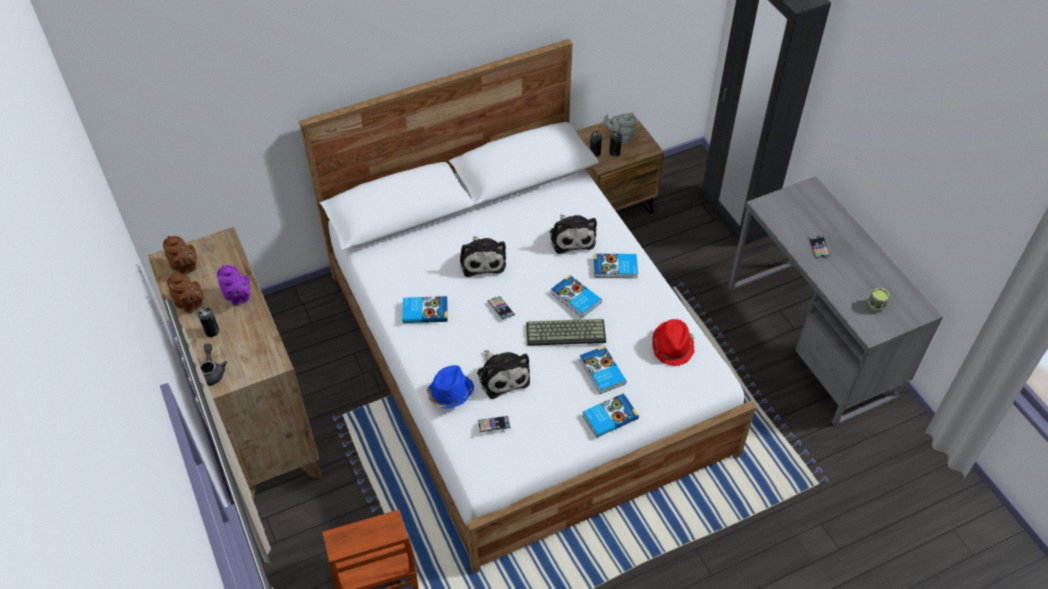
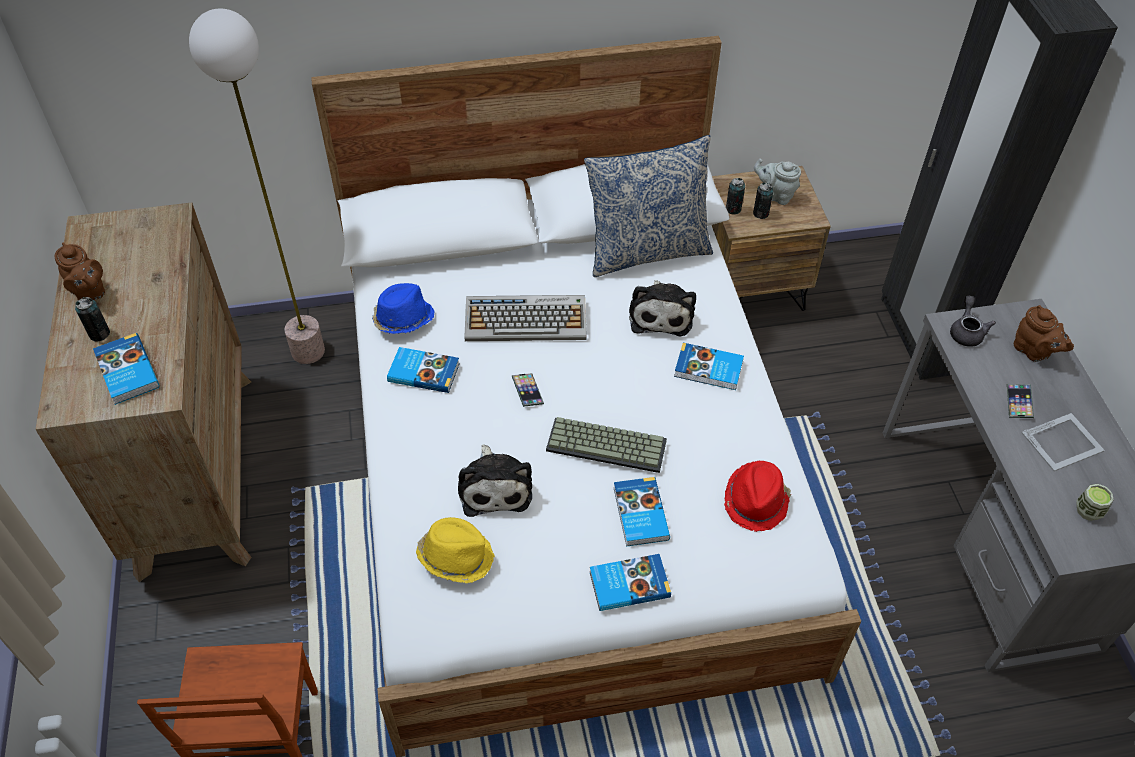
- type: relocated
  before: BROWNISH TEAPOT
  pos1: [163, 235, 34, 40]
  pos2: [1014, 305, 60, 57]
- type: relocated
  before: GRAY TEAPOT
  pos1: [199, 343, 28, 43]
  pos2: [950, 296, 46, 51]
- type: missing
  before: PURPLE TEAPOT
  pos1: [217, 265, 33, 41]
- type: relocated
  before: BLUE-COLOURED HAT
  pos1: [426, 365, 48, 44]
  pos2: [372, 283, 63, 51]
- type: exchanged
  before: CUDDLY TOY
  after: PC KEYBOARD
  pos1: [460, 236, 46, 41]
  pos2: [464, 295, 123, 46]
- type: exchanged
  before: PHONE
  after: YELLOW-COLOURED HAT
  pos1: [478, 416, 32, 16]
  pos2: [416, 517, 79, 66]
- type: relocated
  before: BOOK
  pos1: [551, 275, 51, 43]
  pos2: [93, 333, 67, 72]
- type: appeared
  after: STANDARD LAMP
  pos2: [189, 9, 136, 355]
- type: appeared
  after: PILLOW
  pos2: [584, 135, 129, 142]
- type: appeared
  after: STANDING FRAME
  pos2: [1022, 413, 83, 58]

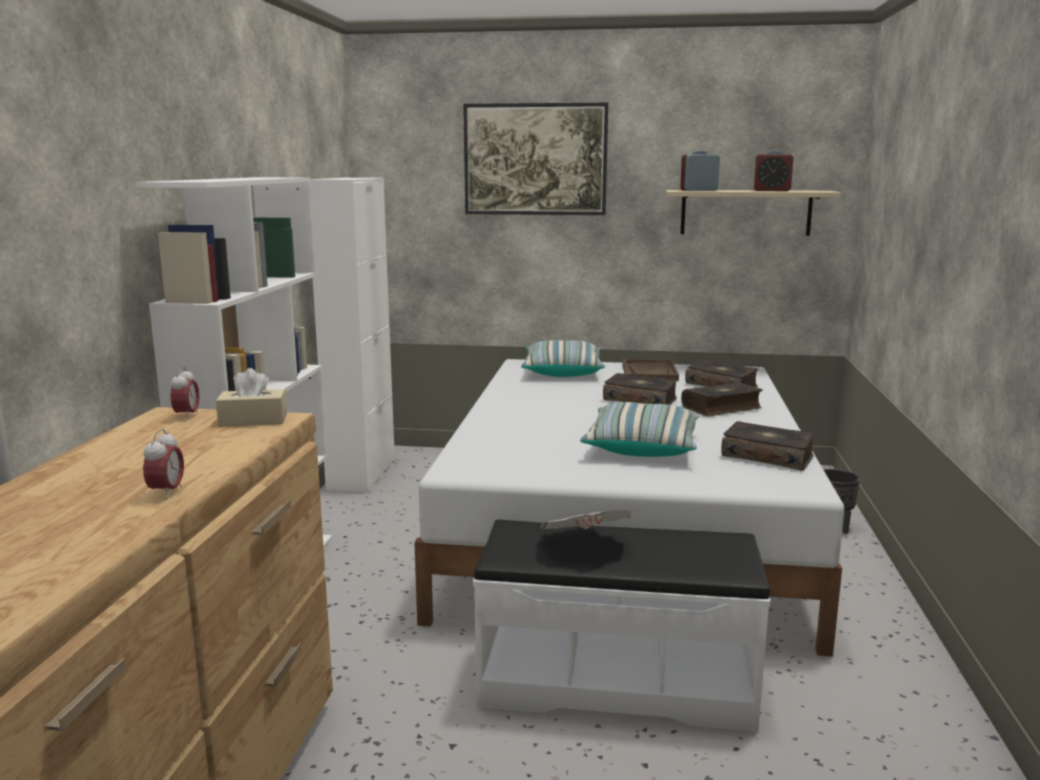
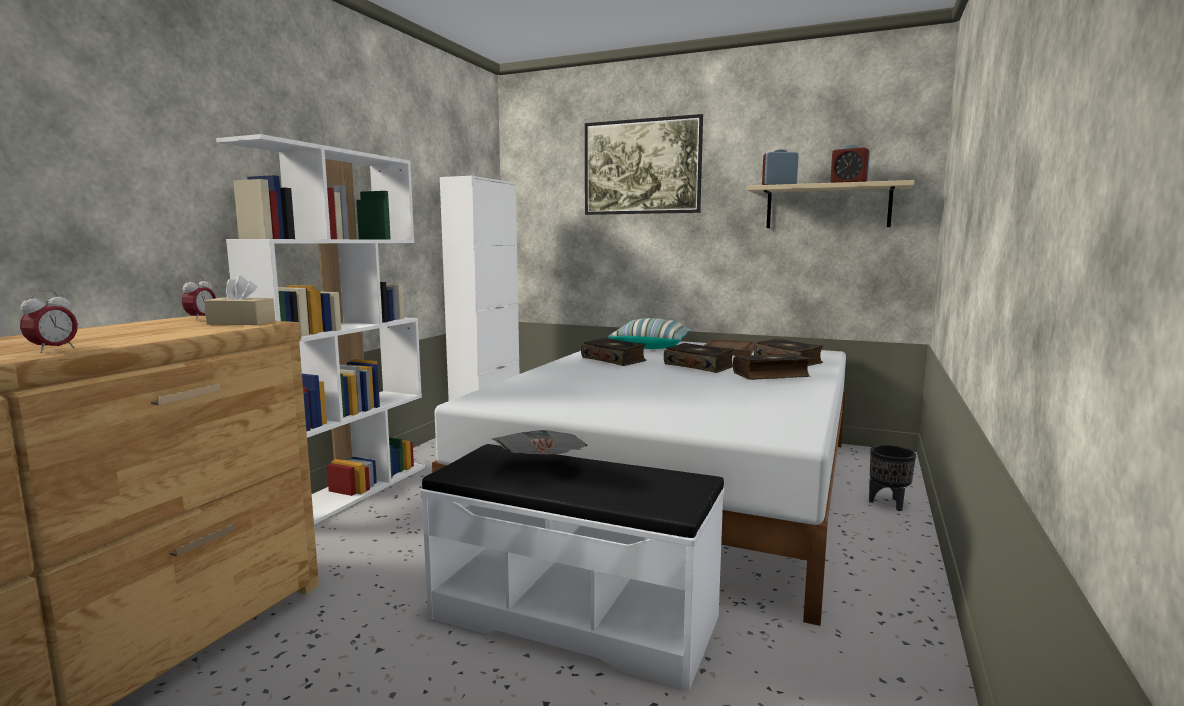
- type: missing
  before: PILLOW
  pos1: [580, 402, 119, 55]
- type: relocated
  before: BOOK
  pos1: [721, 421, 94, 50]
  pos2: [581, 338, 65, 28]

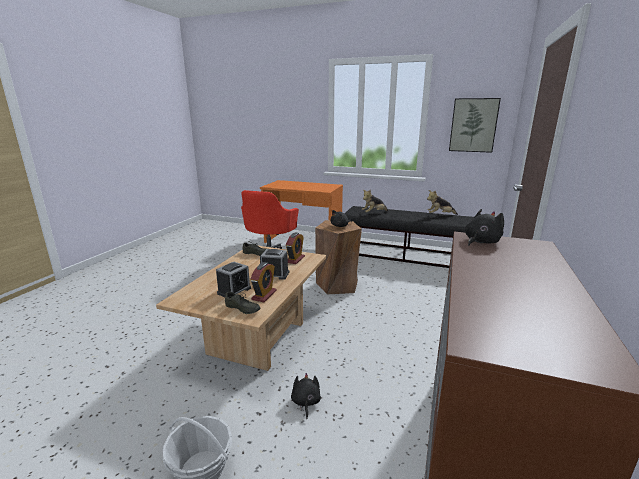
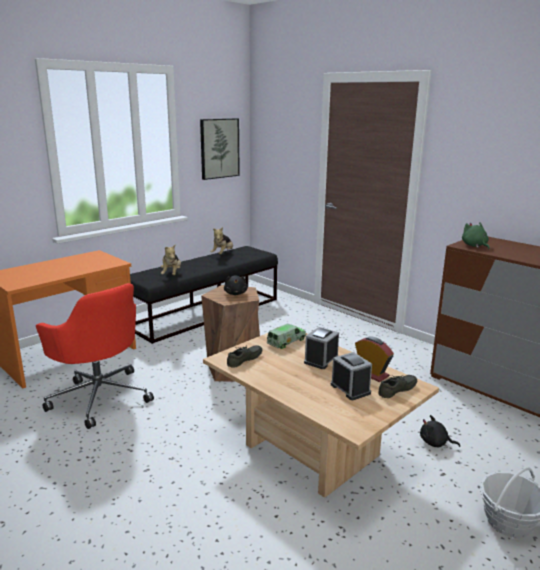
- type: exchanged
  before: TABLE CLOCK
  after: TOY TRUCK
  pos1: [286, 233, 19, 31]
  pos2: [267, 324, 39, 25]
- type: colour
  before: BLACK CUDDLY TOY
  after: GREENISH CUDDLY TOY
  pos1: [465, 209, 39, 37]
  pos2: [462, 222, 27, 27]

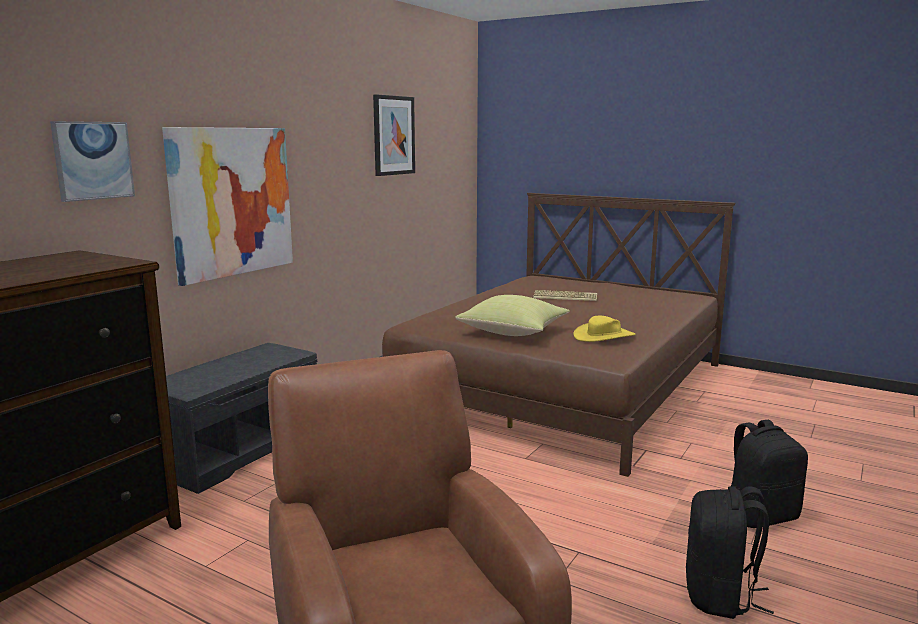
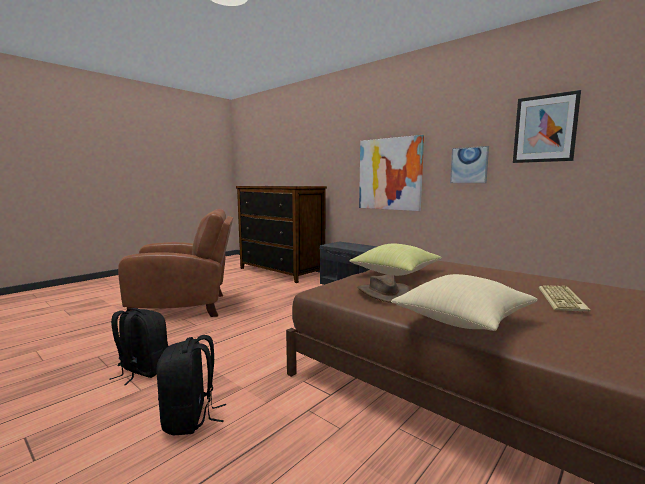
- type: relocated
  before: WALL PICTURE
  pos1: [50, 121, 85, 81]
  pos2: [450, 146, 39, 37]
- type: colour
  before: YELLOW-COLOURED HAT
  after: BROWNISH HAT
  pos1: [573, 316, 63, 26]
  pos2: [357, 274, 54, 29]
- type: appeared
  after: BEIGE PILLOW
  pos2: [391, 274, 147, 57]

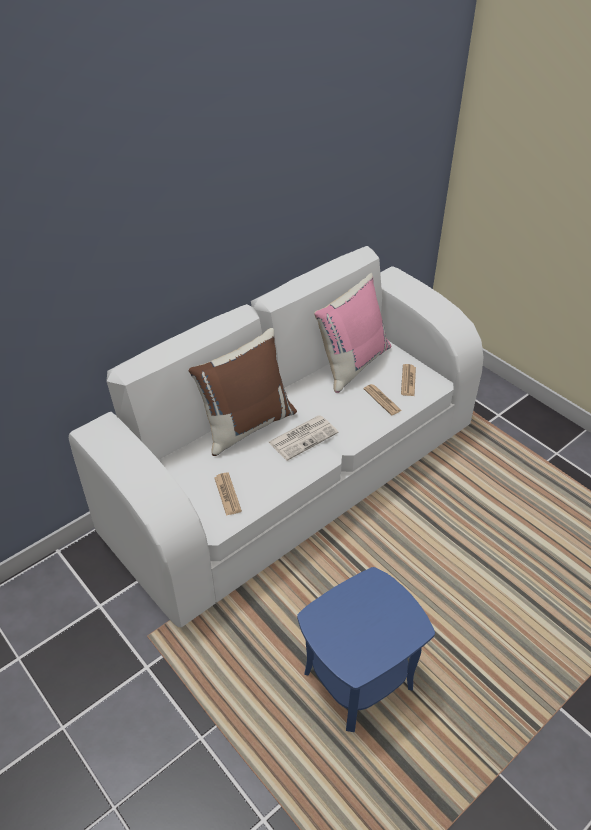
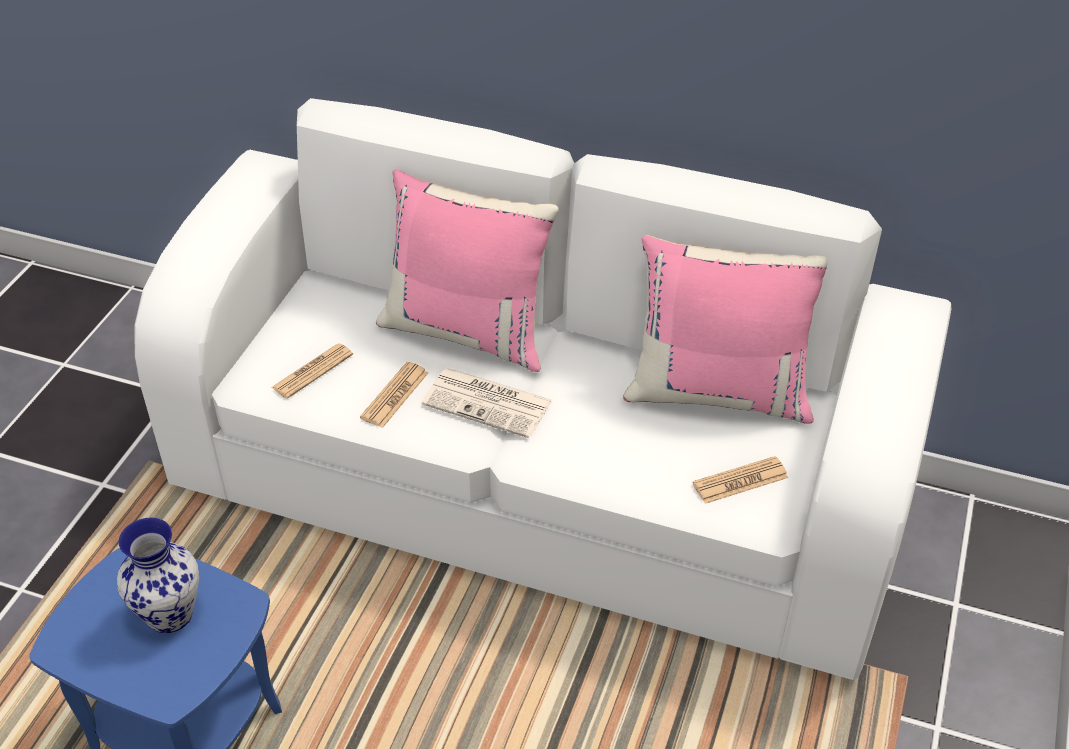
- type: colour
  before: BROWNISH PILLOW
  after: PINKISH PILLOW
  pos1: [189, 328, 108, 128]
  pos2: [376, 169, 183, 203]
- type: relocated
  before: DAILY PAPER
  pos1: [363, 384, 39, 31]
  pos2: [360, 362, 68, 66]
- type: appeared
  after: DECORATIVE VASE
  pos2: [117, 518, 82, 115]

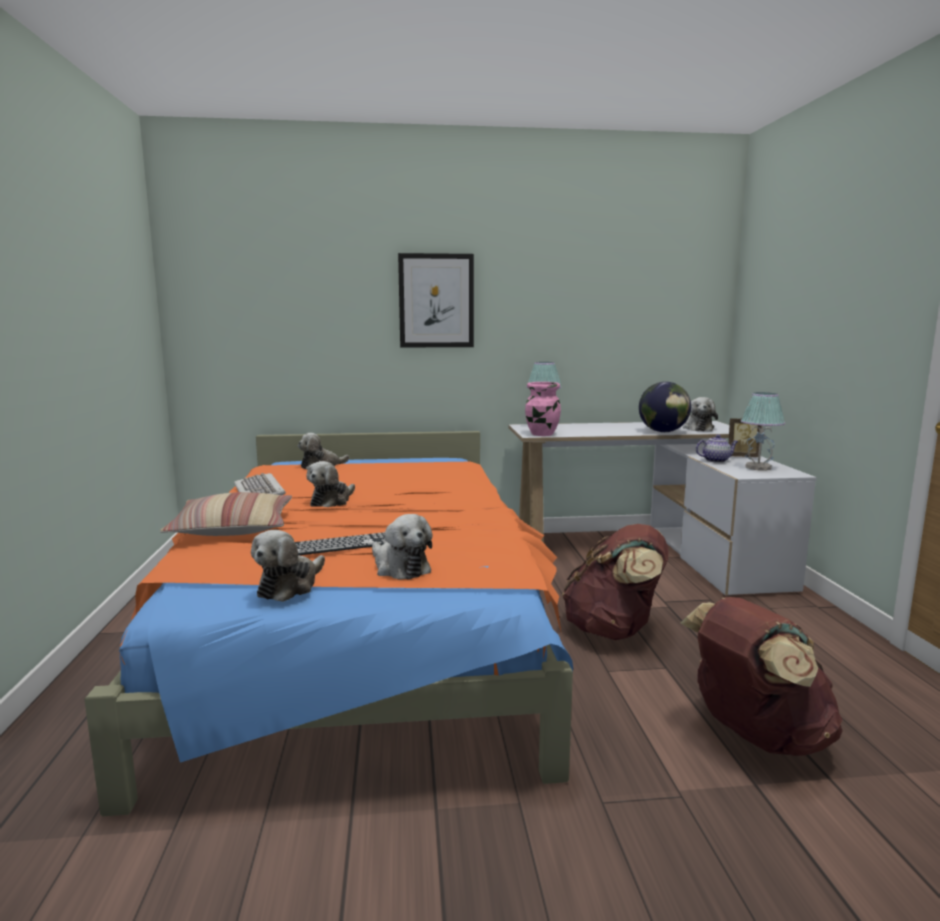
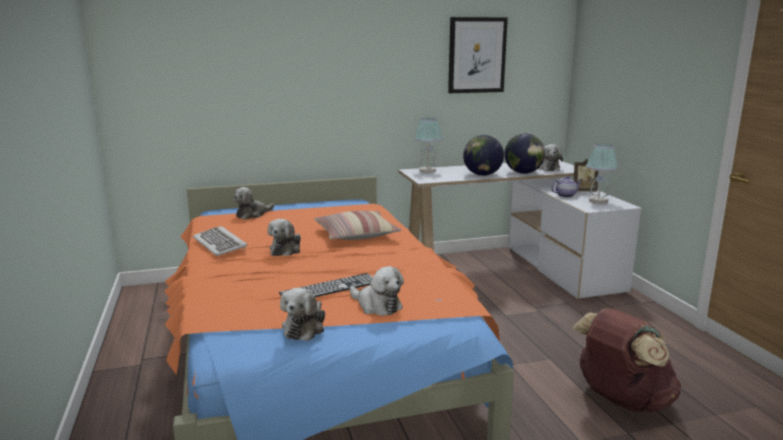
- type: relocated
  before: PILLOW
  pos1: [160, 492, 132, 44]
  pos2: [314, 211, 87, 29]
- type: relocated
  before: WALL PICTURE
  pos1: [398, 253, 76, 94]
  pos2: [448, 17, 60, 76]
- type: missing
  before: PINKISH DECORATIVE VASE
  pos1: [525, 382, 36, 54]
- type: missing
  before: BROWNISH BACKPACK
  pos1: [562, 524, 106, 116]
- type: appeared
  after: GLOBE
  pos2: [463, 135, 41, 41]

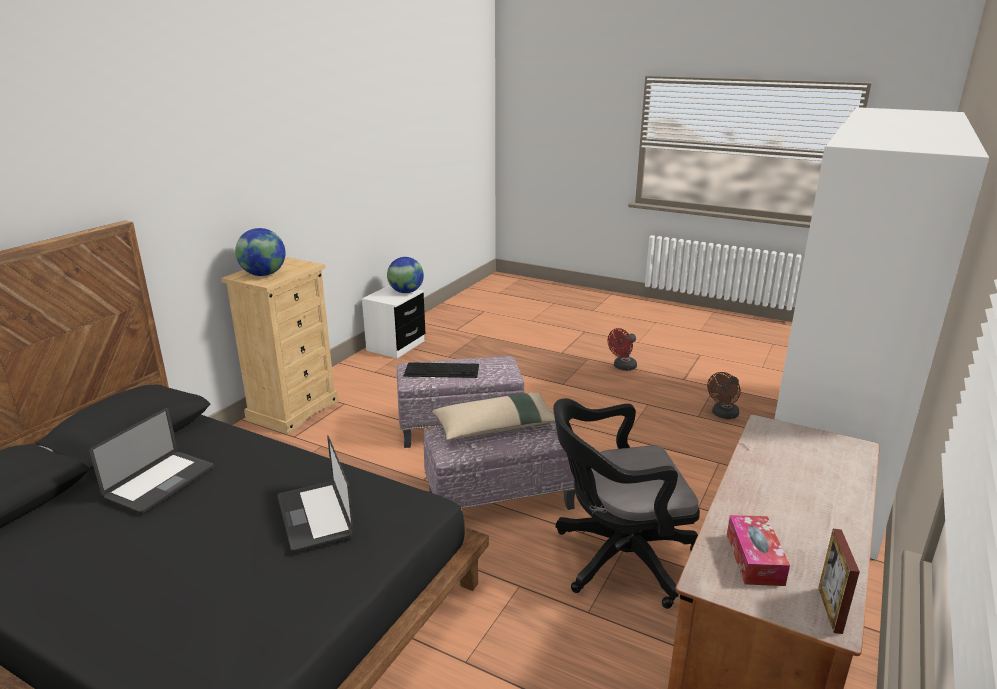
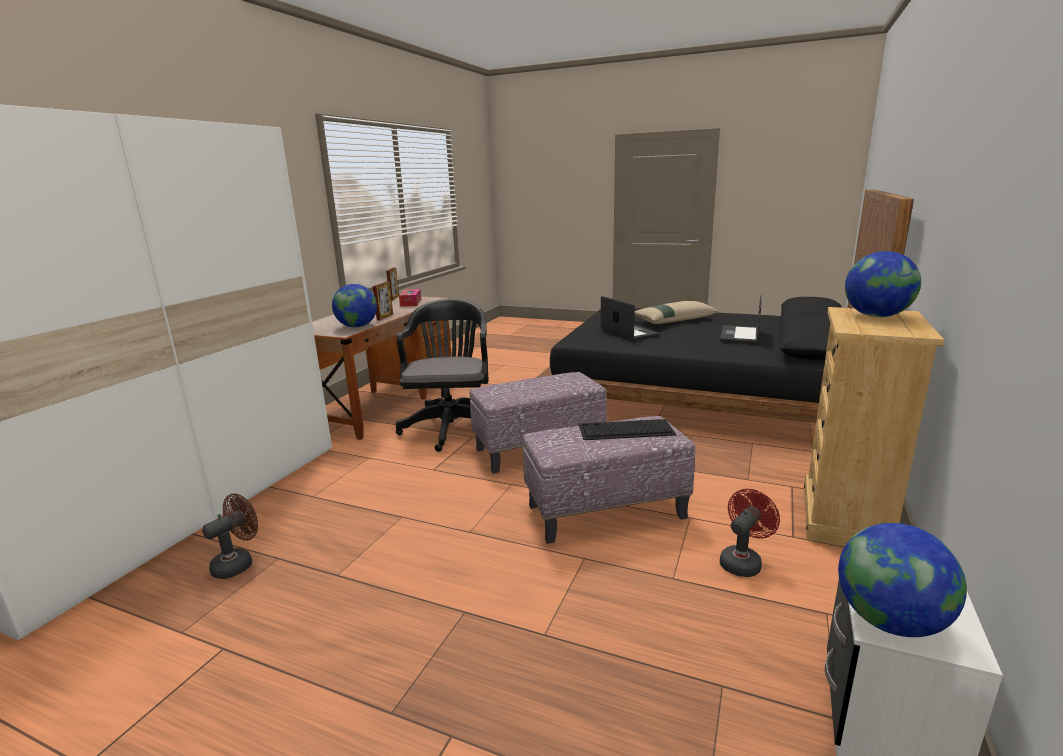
- type: relocated
  before: BEIGE PILLOW
  pos1: [432, 393, 123, 47]
  pos2: [635, 301, 83, 23]
- type: spun
  before: BLACK DESK CHAIR
  pos1: [553, 398, 147, 211]
  pos2: [396, 299, 93, 153]
  turn: -75
- type: relocated
  before: REDDISH FAN
  pos1: [608, 328, 29, 43]
  pos2: [720, 489, 60, 88]
- type: appeared
  after: GLOBE
  pos2: [332, 284, 45, 44]
- type: appeared
  after: STANDING FRAME
  pos2: [373, 282, 20, 38]

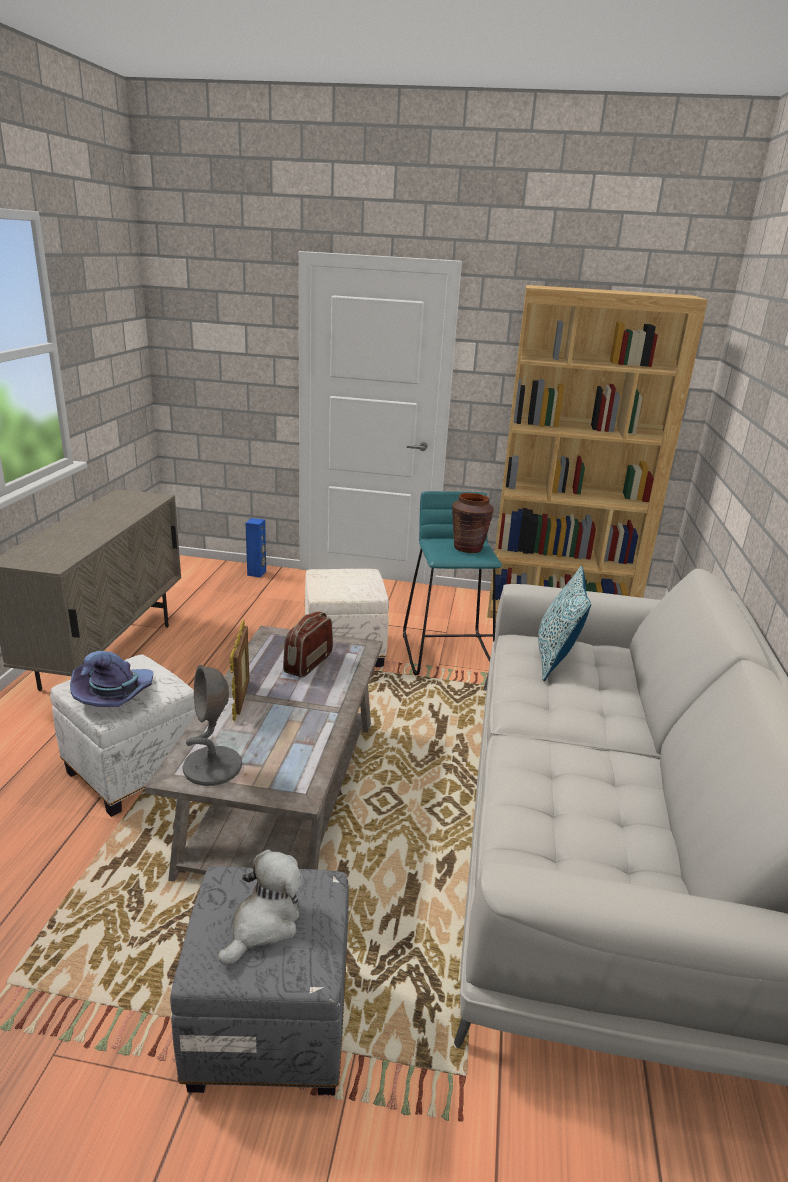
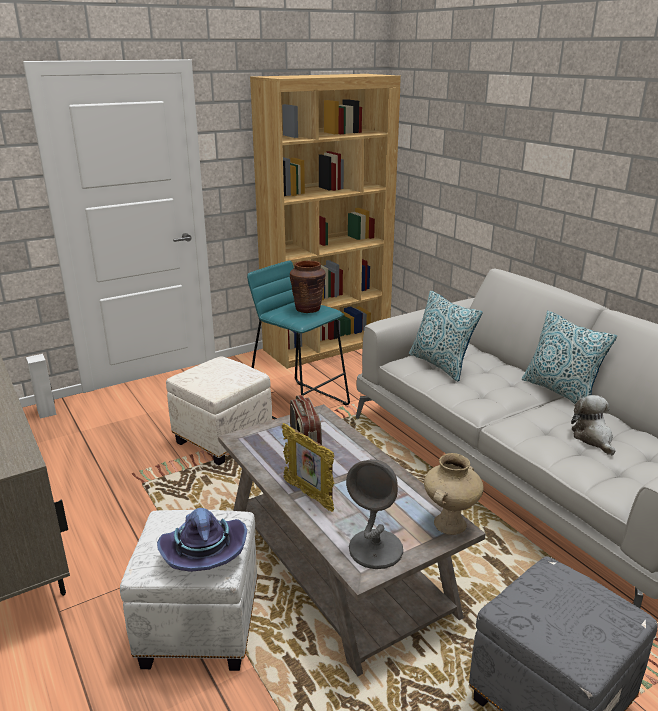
- type: relocated
  before: CUDDLY TOY
  pos1: [218, 850, 85, 115]
  pos2: [571, 395, 44, 61]
- type: colour
  before: BLUE-COLOURED AUDIO SPEAKER
  after: WHITE AUDIO SPEAKER
  pos1: [246, 518, 20, 59]
  pos2: [26, 354, 30, 65]
- type: appeared
  after: BEIGE DECORATIVE VASE
  pos2: [424, 453, 60, 82]
- type: appeared
  after: PILLOW
  pos2: [522, 311, 95, 93]

